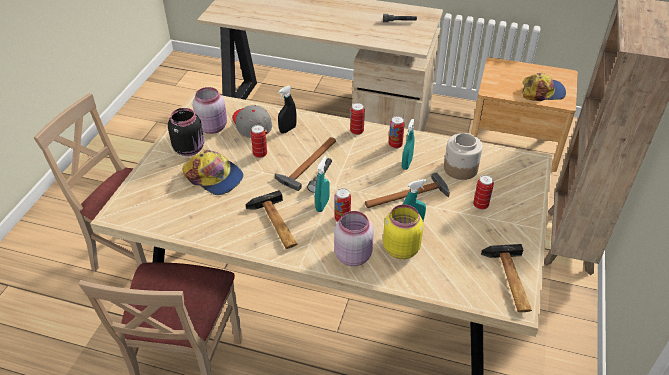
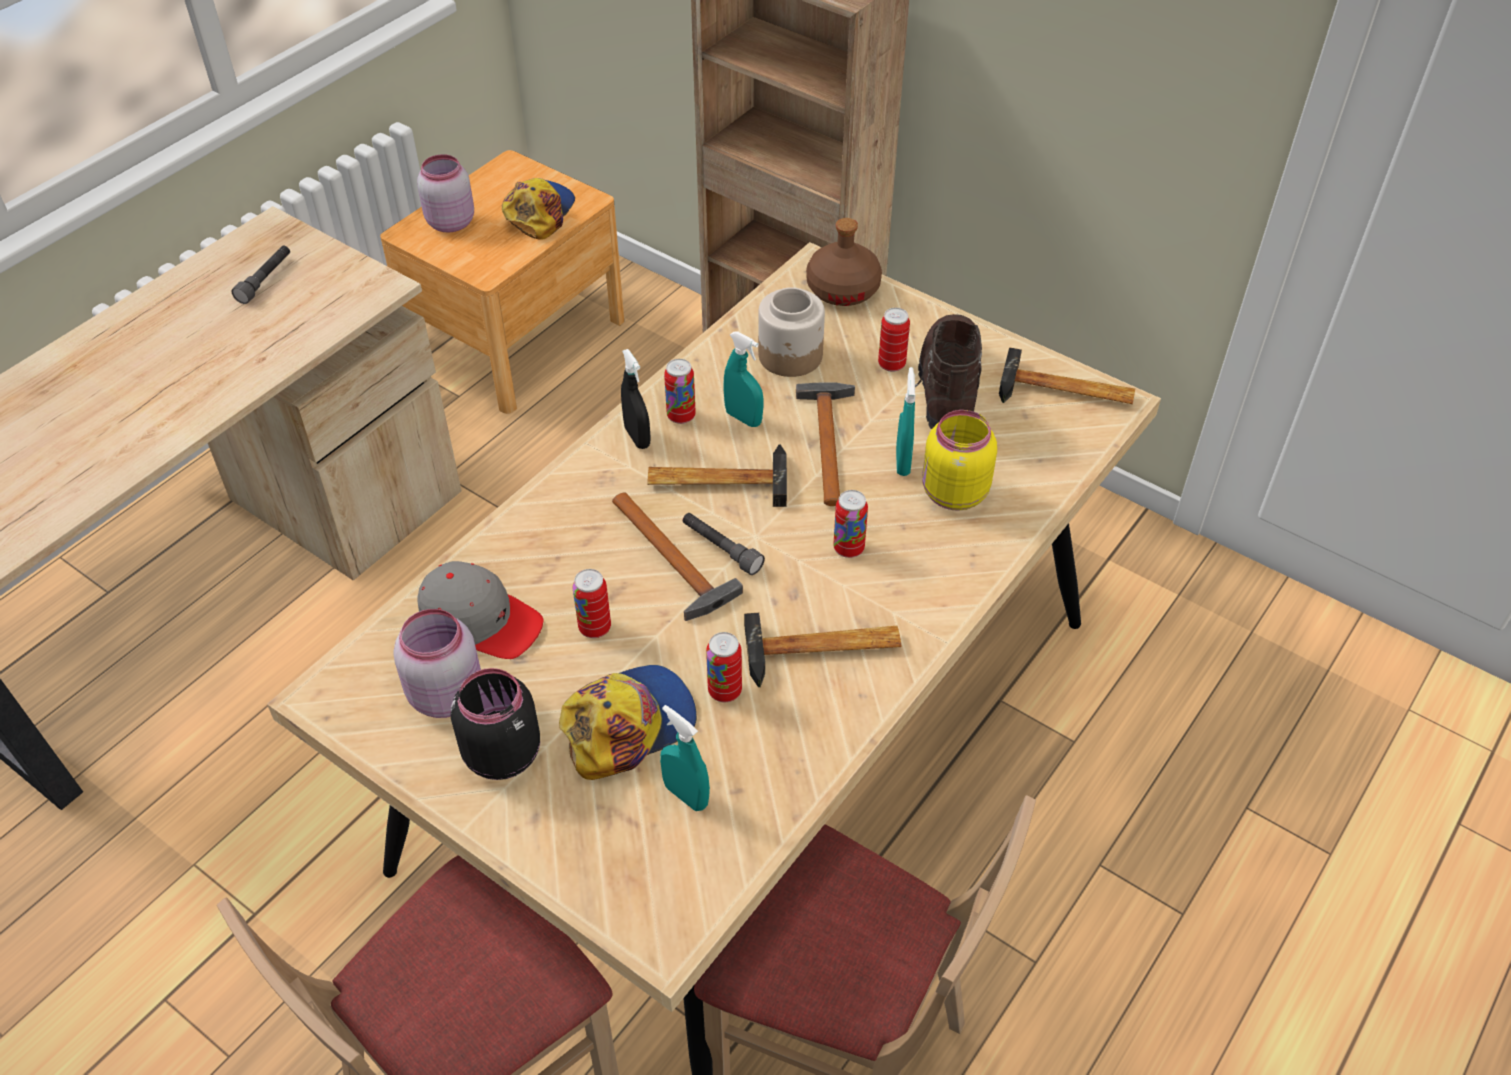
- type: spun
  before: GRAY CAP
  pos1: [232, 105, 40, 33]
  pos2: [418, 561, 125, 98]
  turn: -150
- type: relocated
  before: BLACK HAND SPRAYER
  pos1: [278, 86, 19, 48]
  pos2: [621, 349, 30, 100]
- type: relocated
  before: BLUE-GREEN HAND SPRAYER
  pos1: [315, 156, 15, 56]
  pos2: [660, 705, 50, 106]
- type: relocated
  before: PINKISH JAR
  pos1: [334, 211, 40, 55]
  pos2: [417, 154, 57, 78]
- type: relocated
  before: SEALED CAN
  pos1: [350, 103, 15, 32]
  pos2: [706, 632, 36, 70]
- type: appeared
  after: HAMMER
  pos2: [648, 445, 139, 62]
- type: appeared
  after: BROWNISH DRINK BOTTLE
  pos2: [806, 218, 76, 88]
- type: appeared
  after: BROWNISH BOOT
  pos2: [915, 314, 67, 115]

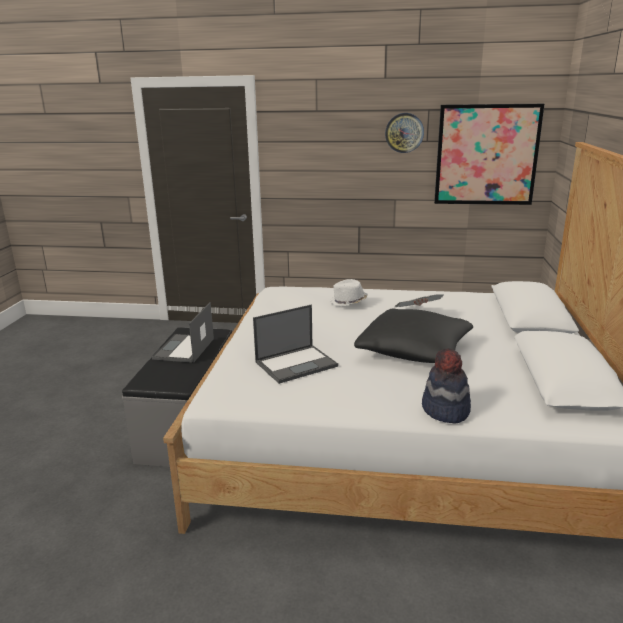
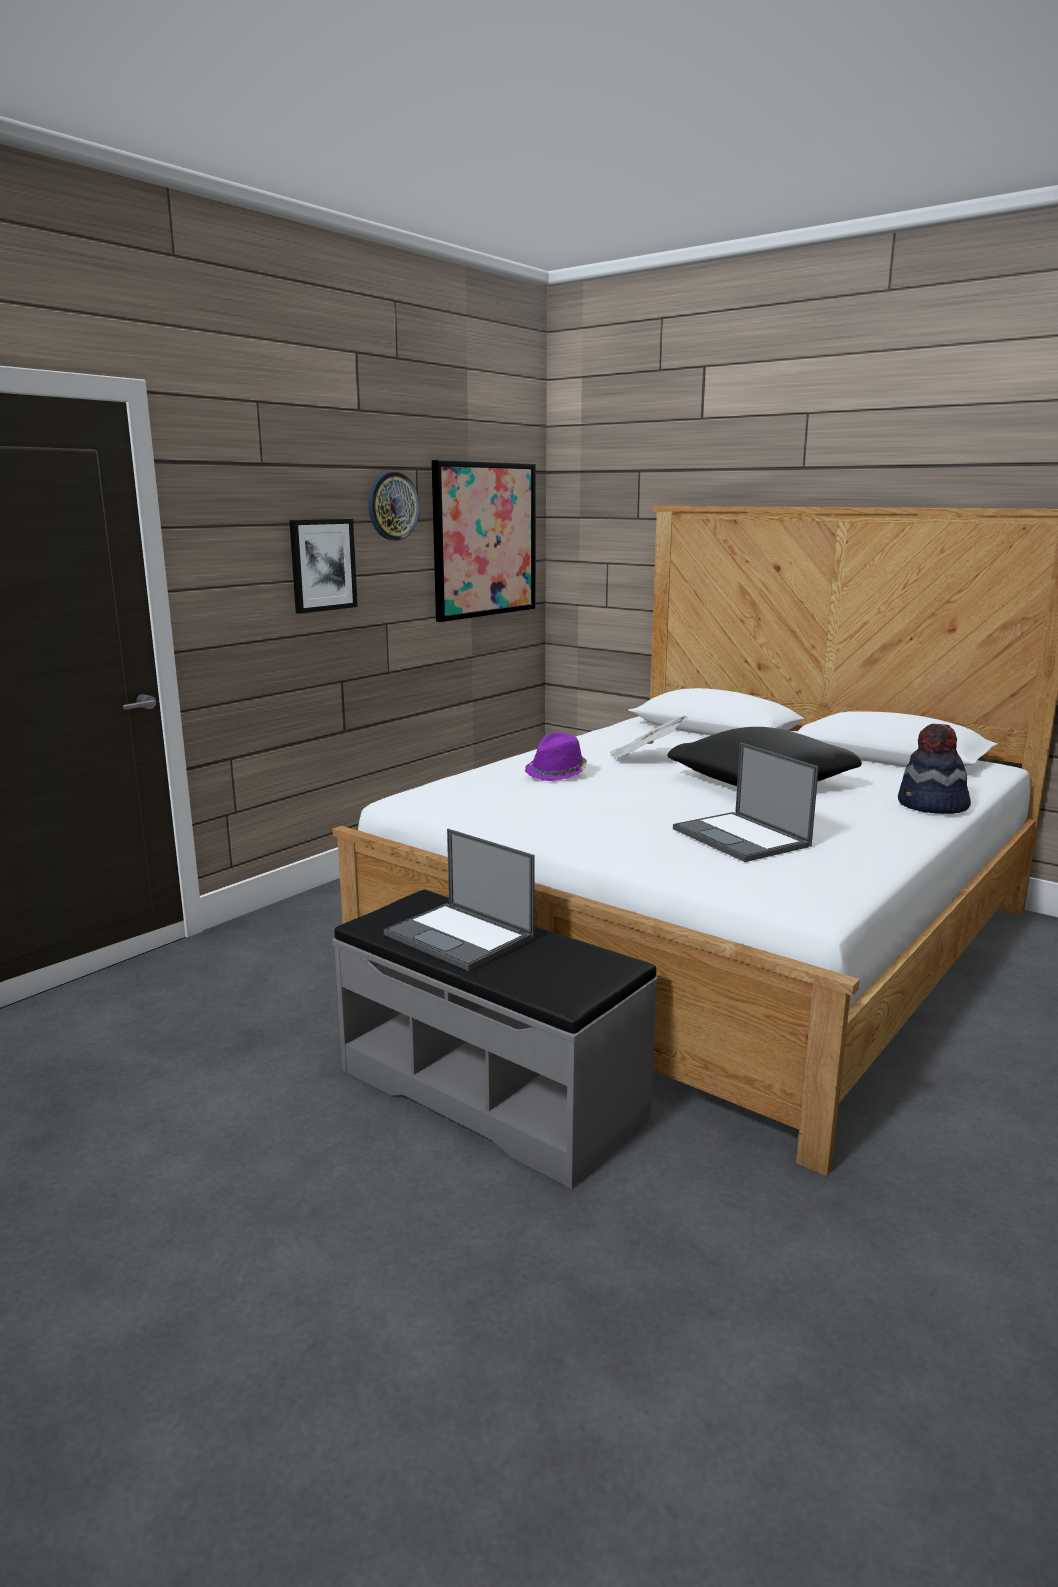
- type: spun
  before: NOTEBOOK COMPUTER
  pos1: [253, 305, 85, 79]
  pos2: [673, 742, 146, 120]
  turn: 150
- type: colour
  before: WHITE HAT
  after: PURPLE HAT
  pos1: [330, 279, 38, 27]
  pos2: [525, 733, 62, 48]
- type: appeared
  after: WALL PICTURE
  pos2: [289, 519, 69, 94]

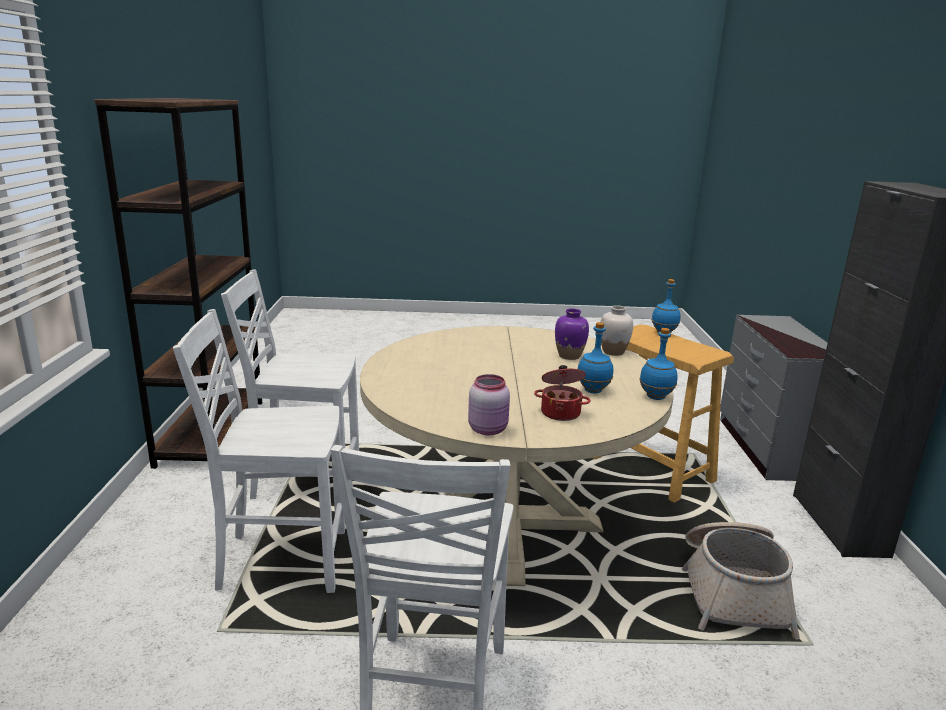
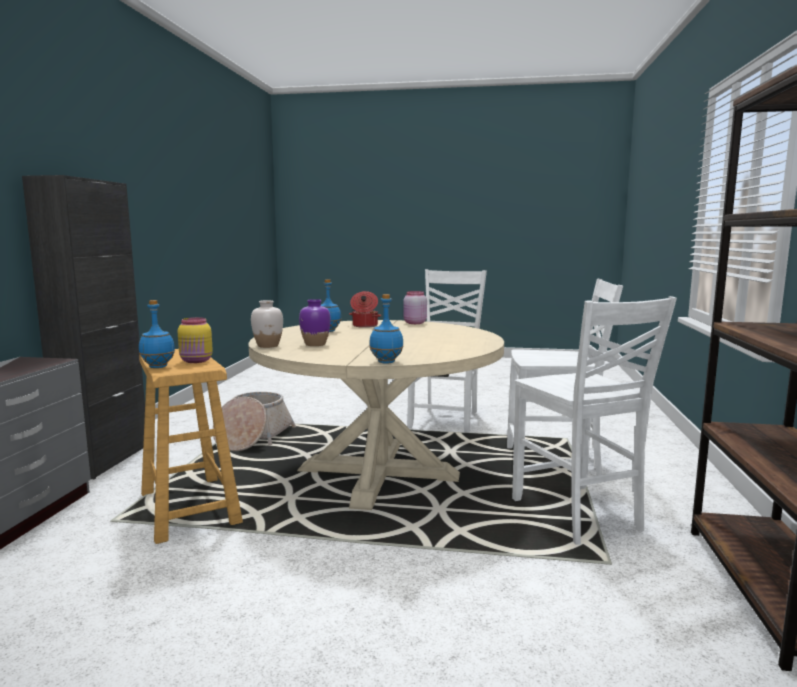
- type: spun
  before: WHITE UPRIGHT CHAIR
  pos1: [221, 269, 138, 230]
  pos2: [512, 296, 165, 249]
  turn: 60
- type: relocated
  before: BLUE-COLOURED DRINK BOTTLE
  pos1: [640, 328, 37, 72]
  pos2: [369, 294, 35, 69]
- type: appeared
  after: YELLOW-COLOURED JAR
  pos2: [178, 317, 35, 46]

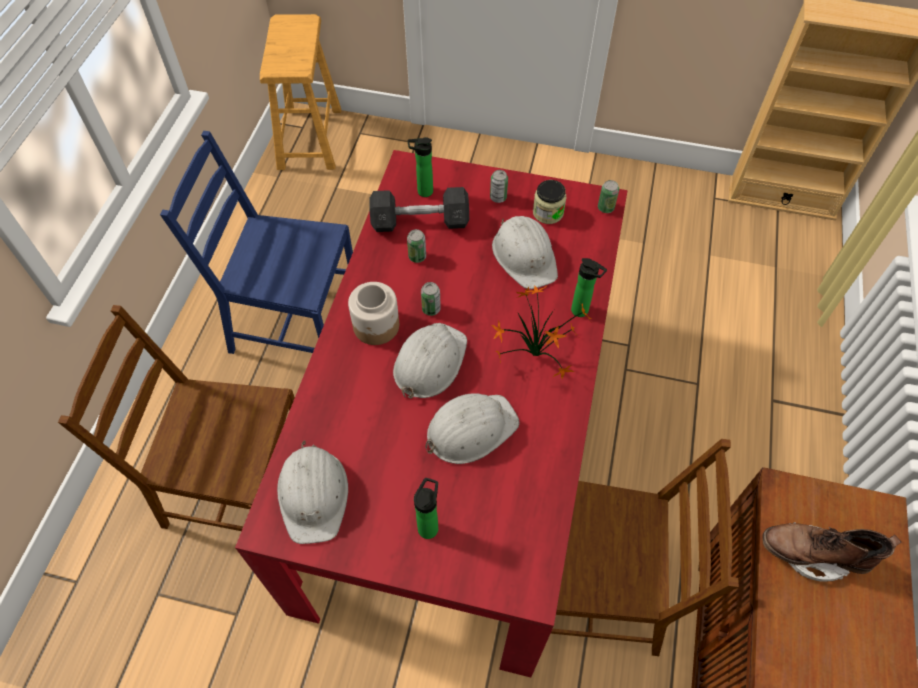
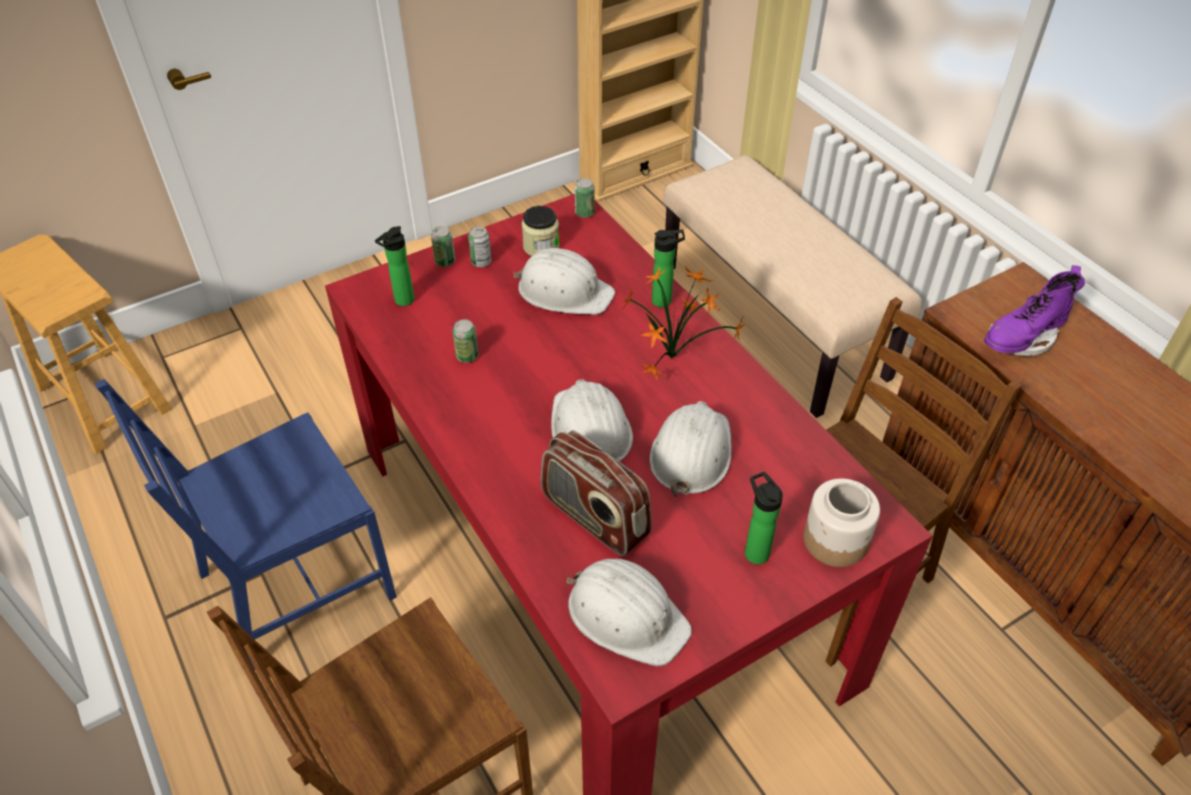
- type: relocated
  before: JAR
  pos1: [348, 282, 51, 63]
  pos2: [804, 478, 76, 89]
- type: missing
  before: GRAY FREE WEIGHT
  pos1: [369, 187, 100, 45]
- type: relocated
  before: SEALED CAN
  pos1: [421, 282, 20, 34]
  pos2: [431, 226, 24, 41]
- type: colour
  before: BROWNISH BOOT
  after: PURPLE BOOT
  pos1: [762, 522, 139, 60]
  pos2: [984, 265, 101, 92]
- type: appeared
  after: RADIO RECEIVER
  pos2: [540, 430, 112, 126]
- type: appeared
  after: BEIGE BENCH
  pos2: [663, 155, 259, 263]

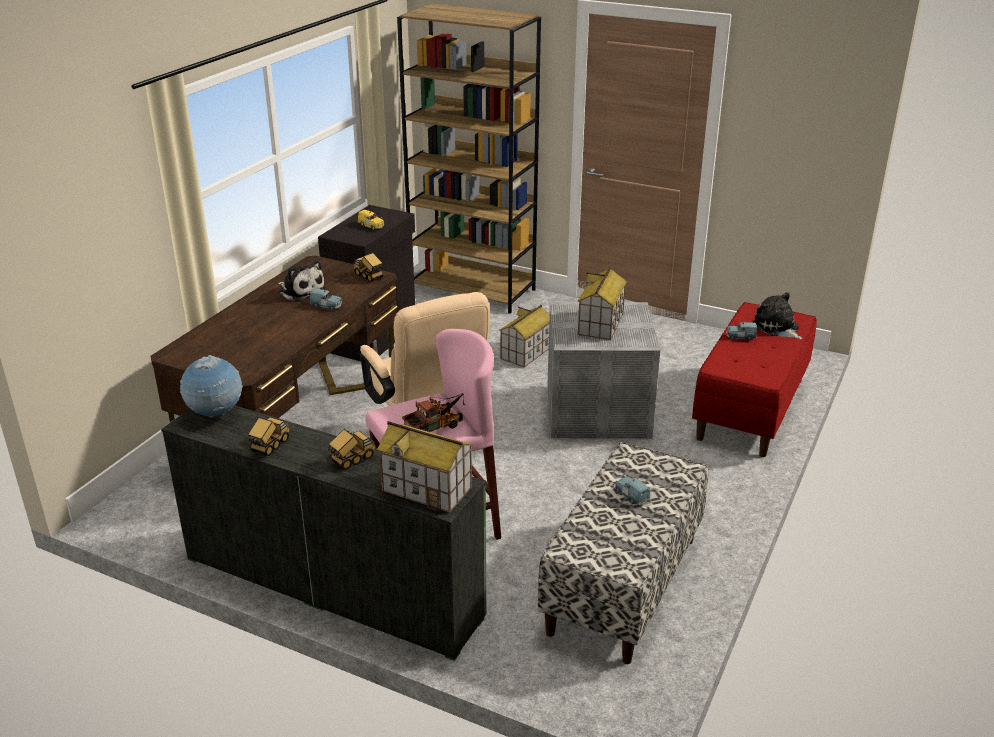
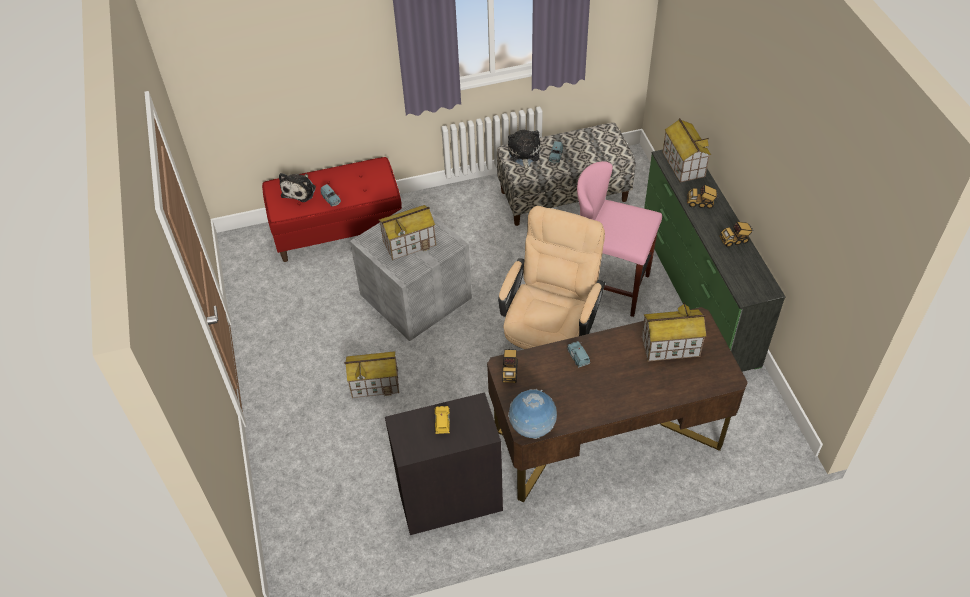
- type: relocated
  before: GLOBE
  pos1: [180, 355, 63, 63]
  pos2: [508, 389, 49, 50]
- type: relocated
  before: CUDDLY TOY
  pos1: [278, 260, 48, 41]
  pos2: [508, 130, 32, 40]
- type: missing
  before: BROWNISH BOOKSHELF
  pos1: [397, 3, 144, 311]
- type: missing
  before: TOY TRUCK
  pos1: [402, 393, 63, 39]
- type: appeared
  after: TOY HOUSE
  pos2: [641, 302, 65, 60]

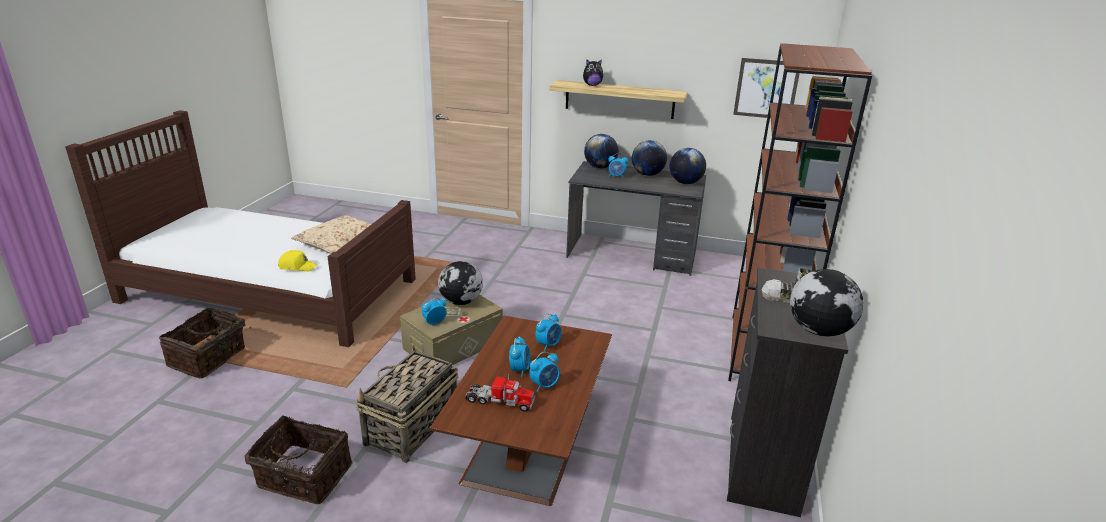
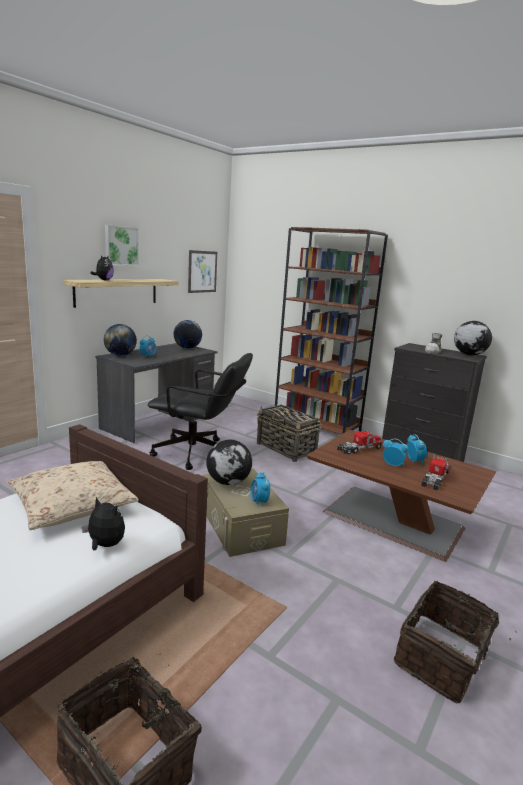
- type: exchanged
  before: YELLOW-COLOURED CAP
  after: CUDDLY TOY
  pos1: [278, 250, 40, 22]
  pos2: [82, 497, 43, 54]
- type: relocated
  before: STORAGE BASKET
  pos1: [356, 346, 103, 117]
  pos2: [257, 405, 64, 57]
- type: exchanged
  before: TABLE CLOCK
  after: TOY TRUCK
  pos1: [535, 314, 27, 37]
  pos2: [337, 428, 46, 27]
- type: missing
  before: GLOBE
  pos1: [632, 140, 35, 36]
- type: appeared
  after: WALL PICTURE
  pos2: [105, 225, 34, 41]
- type: appeared
  after: BLACK DESK CHAIR
  pos2: [148, 353, 105, 117]

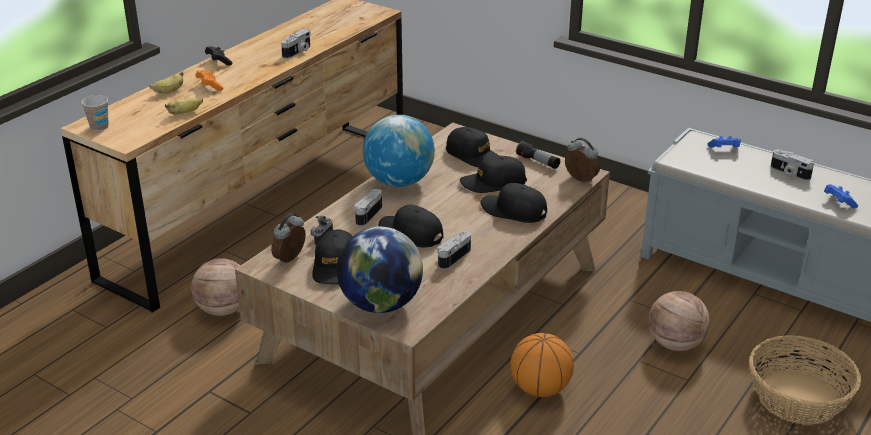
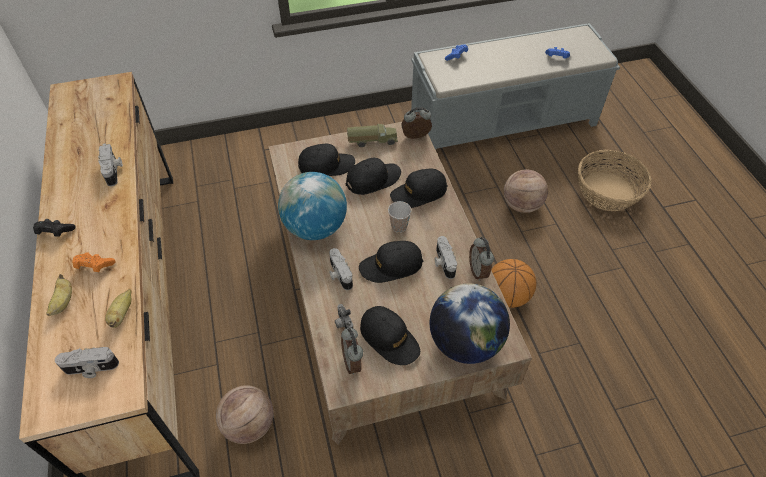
- type: relocated
  before: CUP
  pos1: [81, 95, 28, 36]
  pos2: [388, 201, 23, 32]
- type: spun
  before: BLACK CAP
  pos1: [460, 156, 67, 37]
  pos2: [346, 158, 55, 37]
  turn: -150
- type: exchanged
  before: HAND TORCH
  after: TOY TRUCK
  pos1: [516, 141, 44, 28]
  pos2: [347, 124, 51, 23]
- type: relocated
  before: PHOTO CAMERA
  pos1: [771, 150, 43, 31]
  pos2: [55, 347, 64, 31]
- type: appeared
  after: TABLE CLOCK
  pos2: [469, 237, 25, 44]

